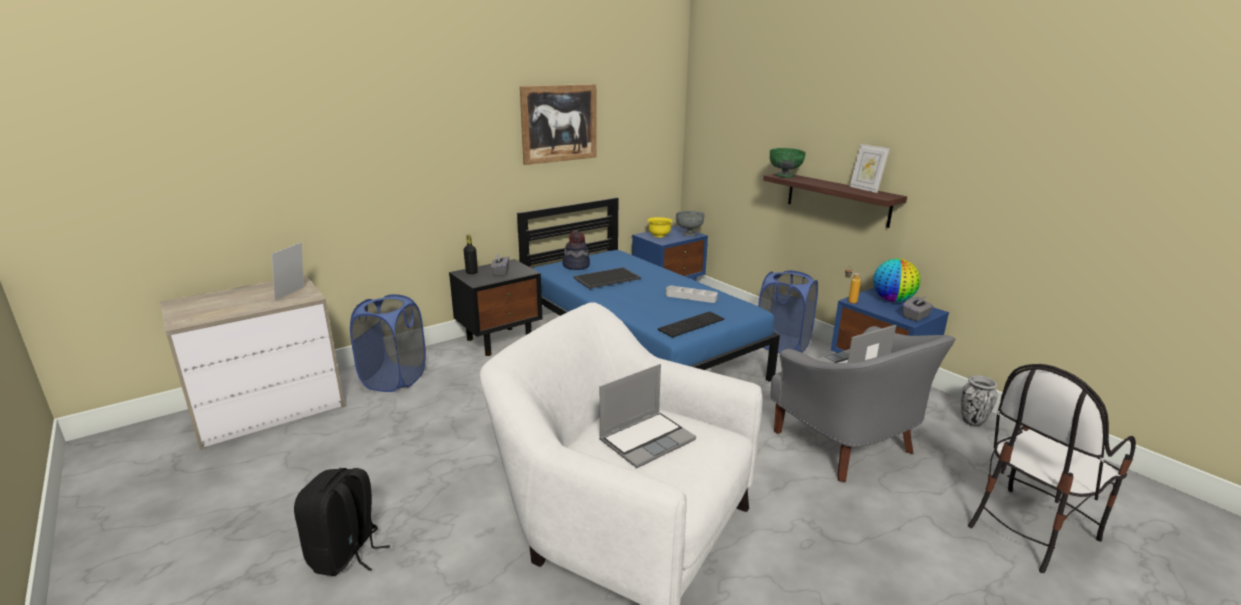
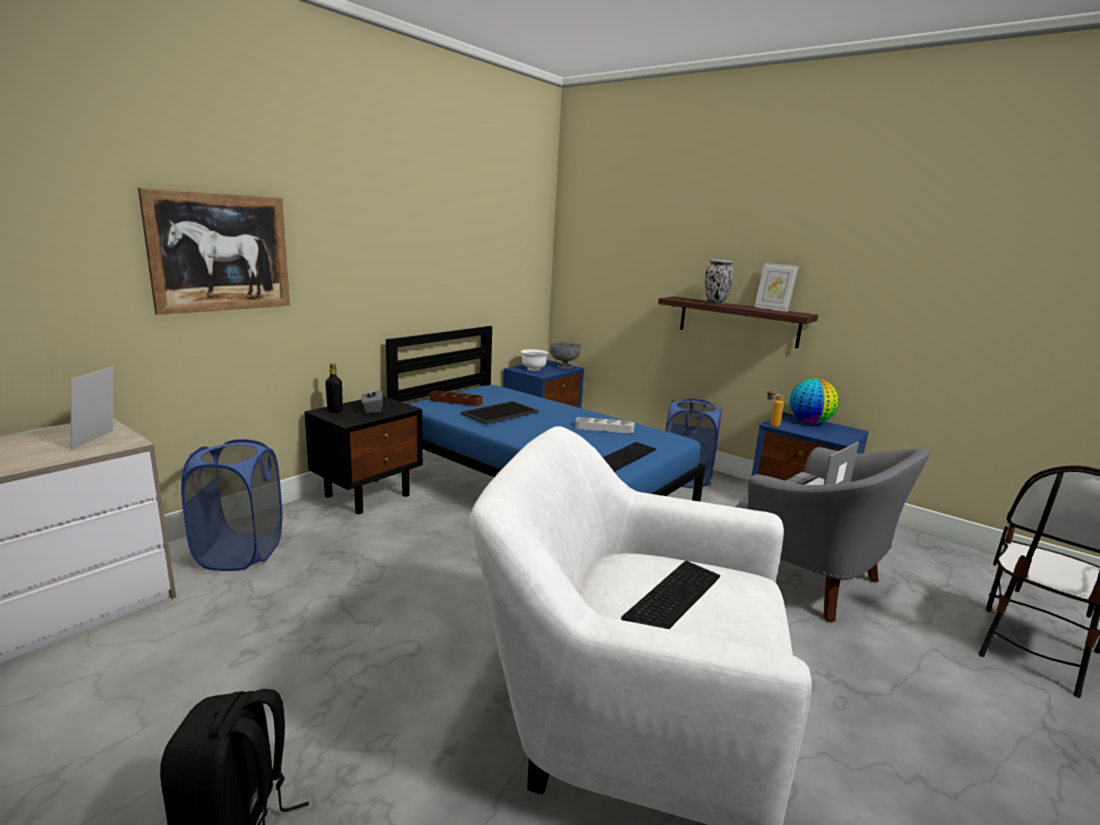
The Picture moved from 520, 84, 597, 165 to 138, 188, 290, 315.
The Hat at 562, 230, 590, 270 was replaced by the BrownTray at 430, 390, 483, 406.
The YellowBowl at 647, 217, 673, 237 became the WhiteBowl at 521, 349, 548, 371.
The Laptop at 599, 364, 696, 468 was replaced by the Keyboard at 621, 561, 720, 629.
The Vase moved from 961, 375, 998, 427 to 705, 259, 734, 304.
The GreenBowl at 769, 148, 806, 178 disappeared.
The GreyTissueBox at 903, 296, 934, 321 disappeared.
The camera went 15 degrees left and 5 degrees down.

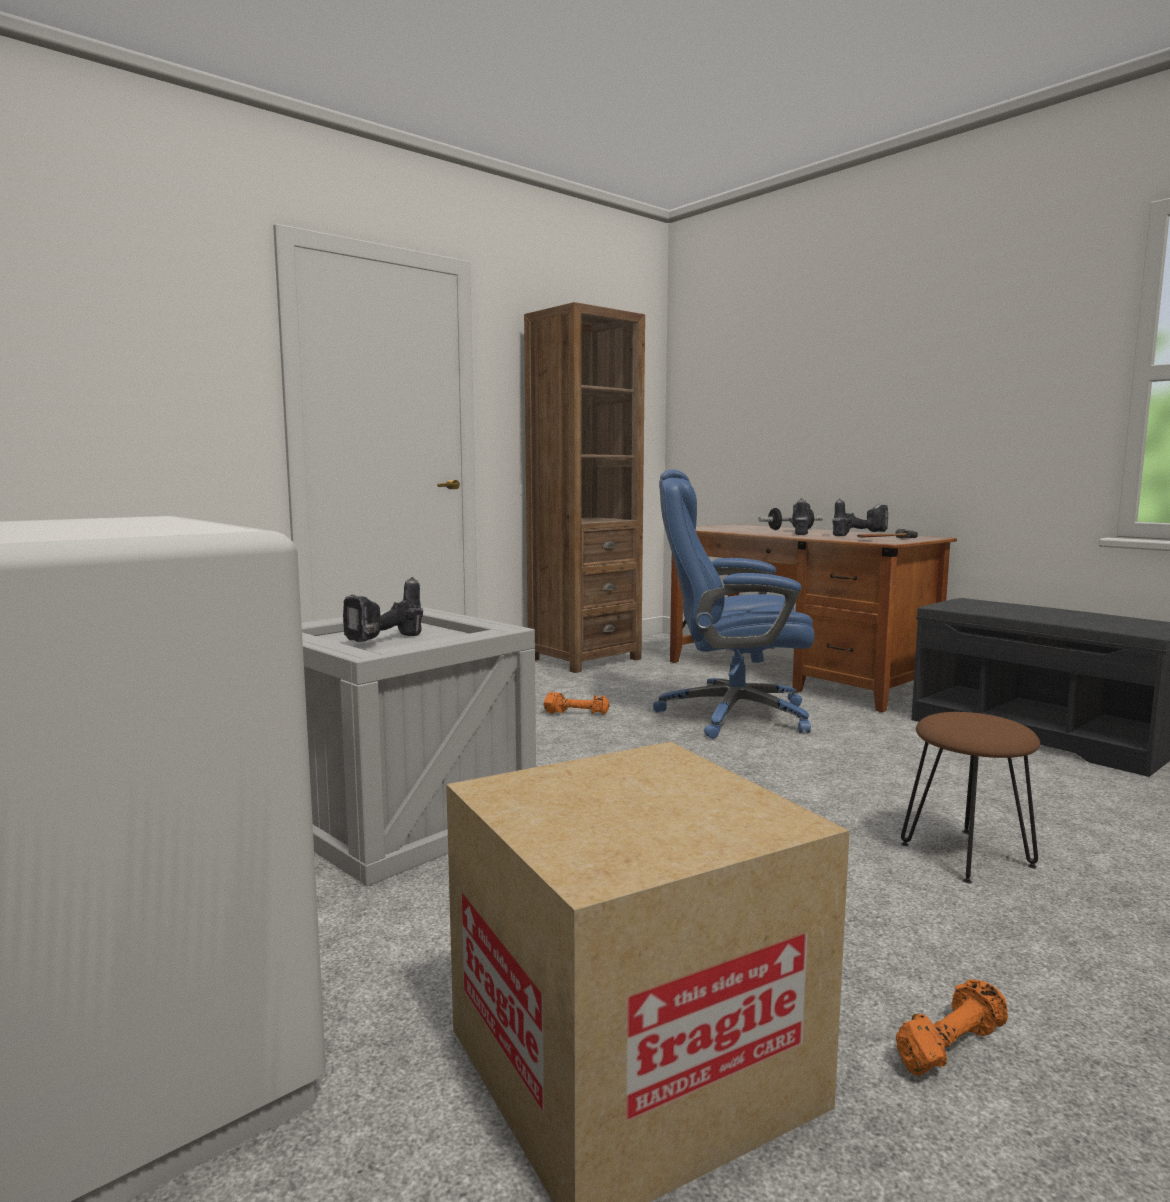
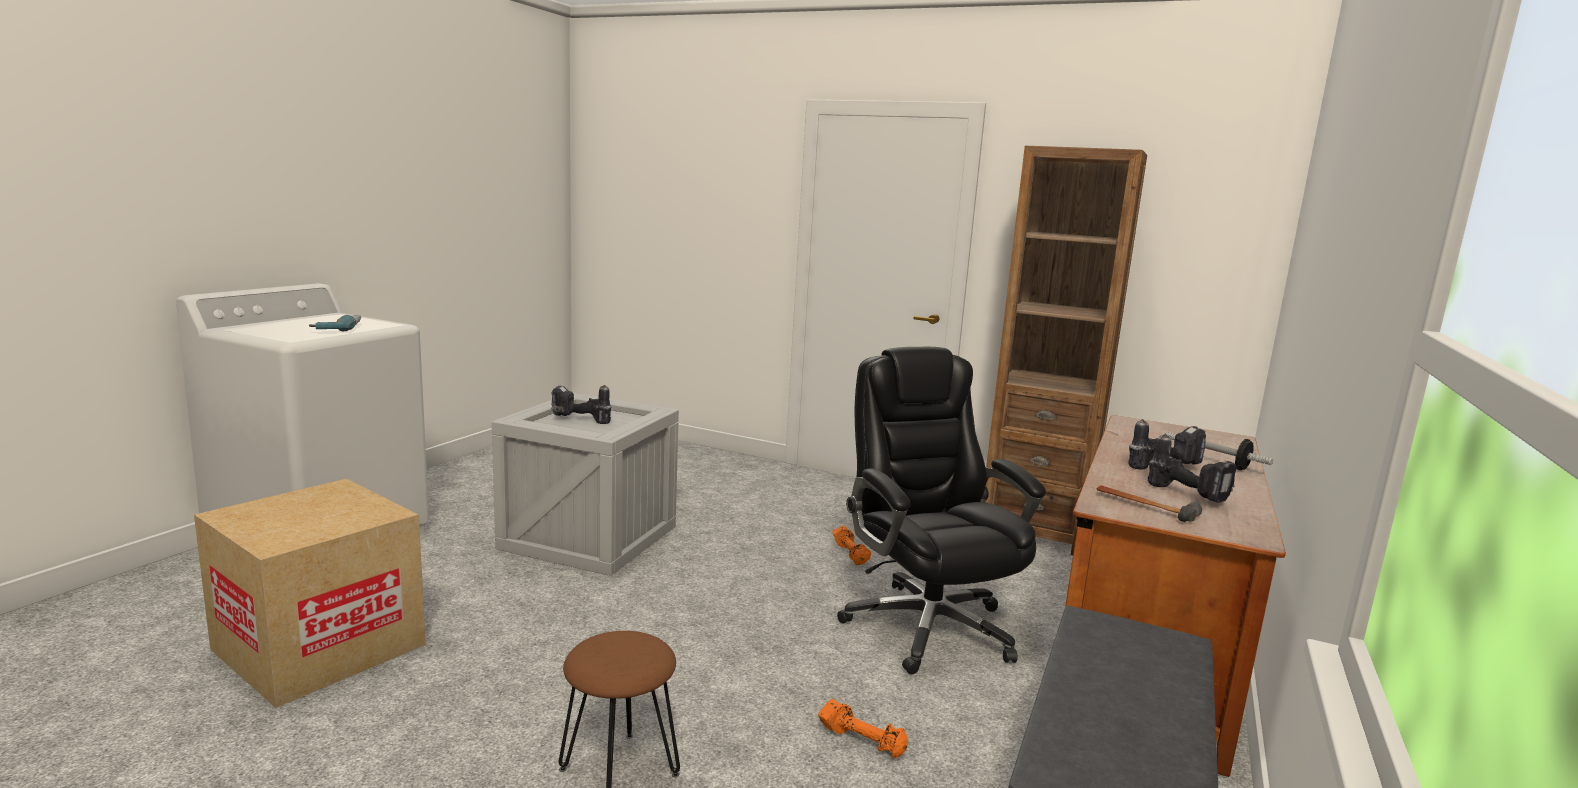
The PowerDrill at 309, 315, 361, 331 appeared.
The OrangeDumbbell moved from 896, 979, 1008, 1076 to 818, 699, 908, 758.
The BlueOfficeChair at 653, 469, 815, 739 became the BlackOfficeChair at 837, 347, 1046, 674.
The camera went 65 degrees right and 5 degrees up.

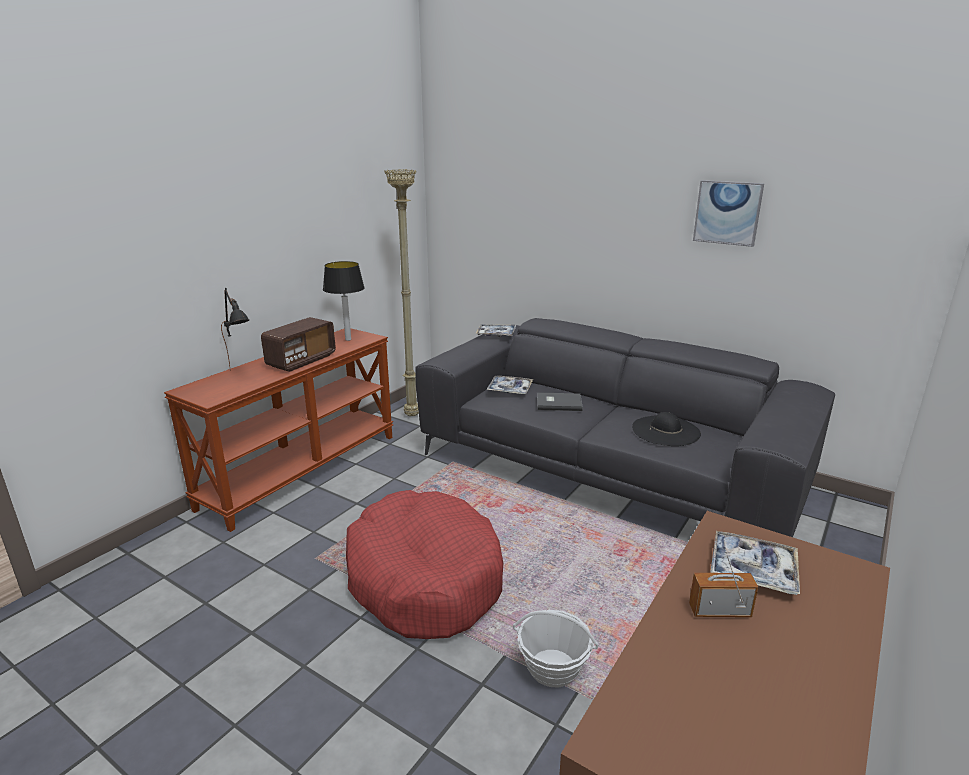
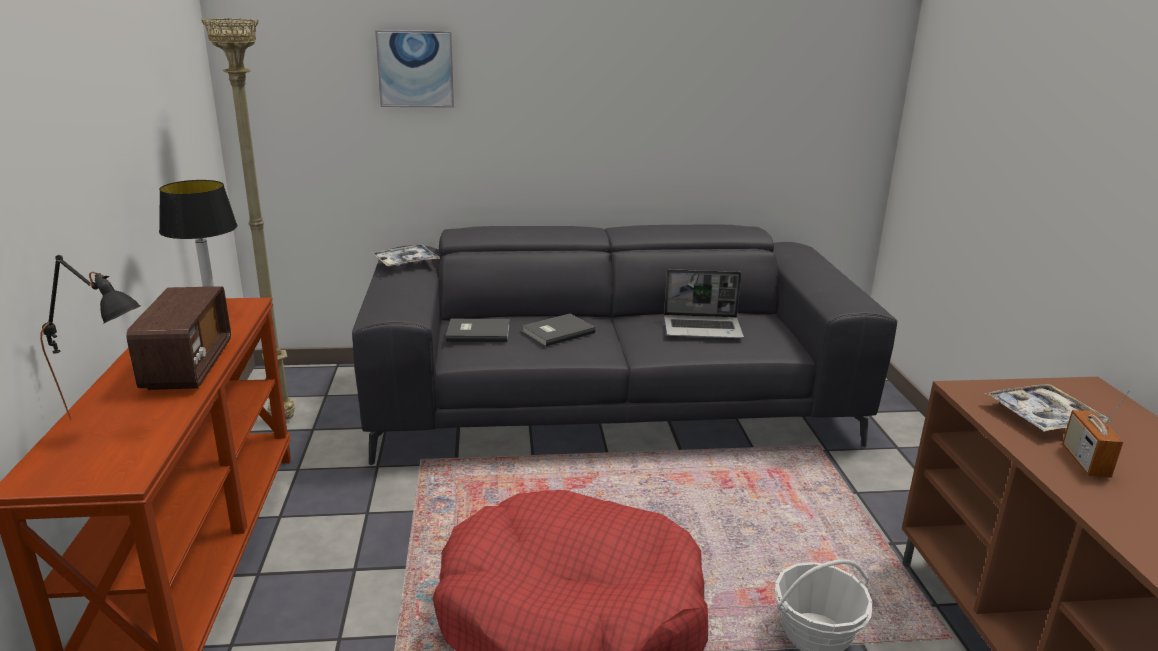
The Picture moved from 693, 180, 764, 247 to 375, 30, 454, 108.
The Tray at 486, 376, 533, 394 was replaced by the GreyBook at 446, 318, 510, 342.
The BlackHat at 632, 412, 701, 446 was replaced by the Laptop at 664, 269, 744, 339.
The Radio at 689, 551, 758, 617 turned 45 degrees counterclockwise.
The camera went 40 degrees left and 0 degrees up.

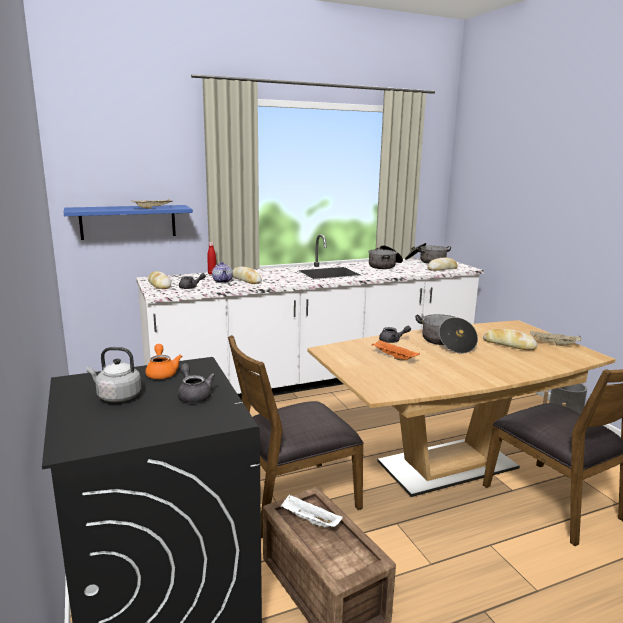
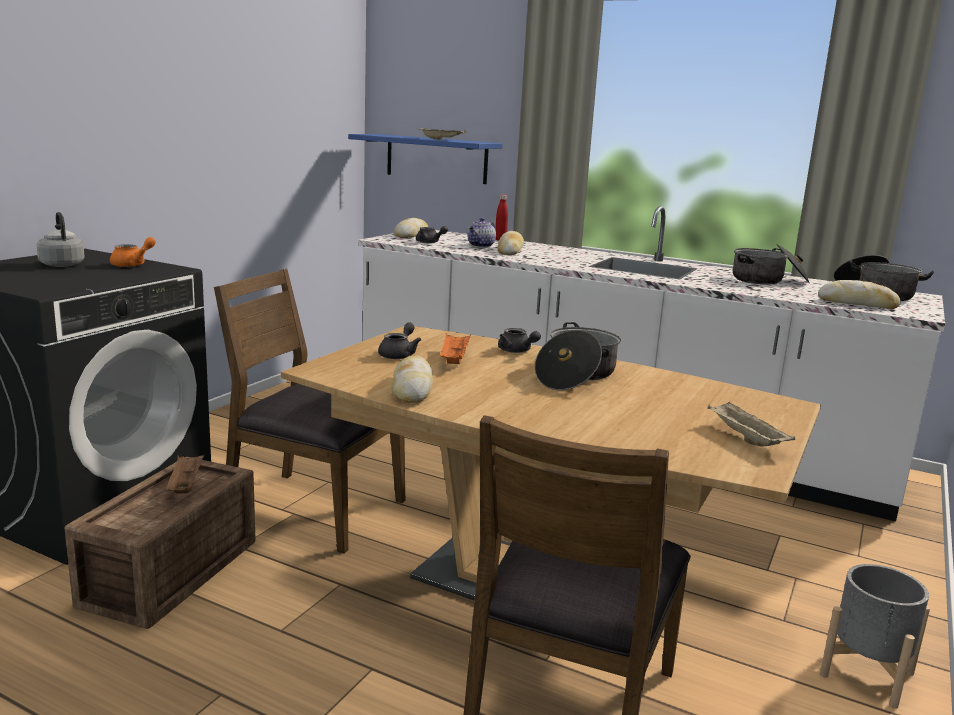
The WhiteTray at 280, 494, 343, 528 became the BrownTray at 166, 455, 204, 494.
The GreyTeapot moved from 178, 363, 215, 403 to 378, 322, 421, 359.
The Bread moved from 483, 329, 537, 350 to 391, 355, 433, 403.
The camera went 50 degrees right and 0 degrees up.

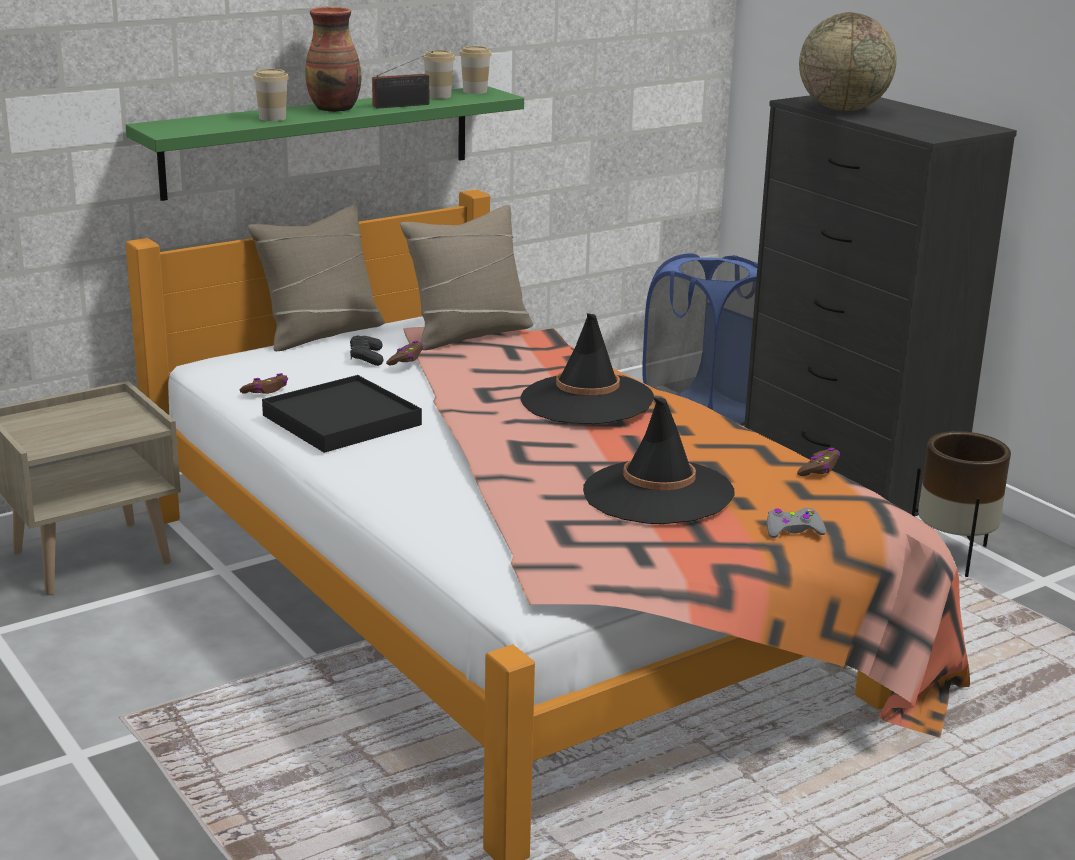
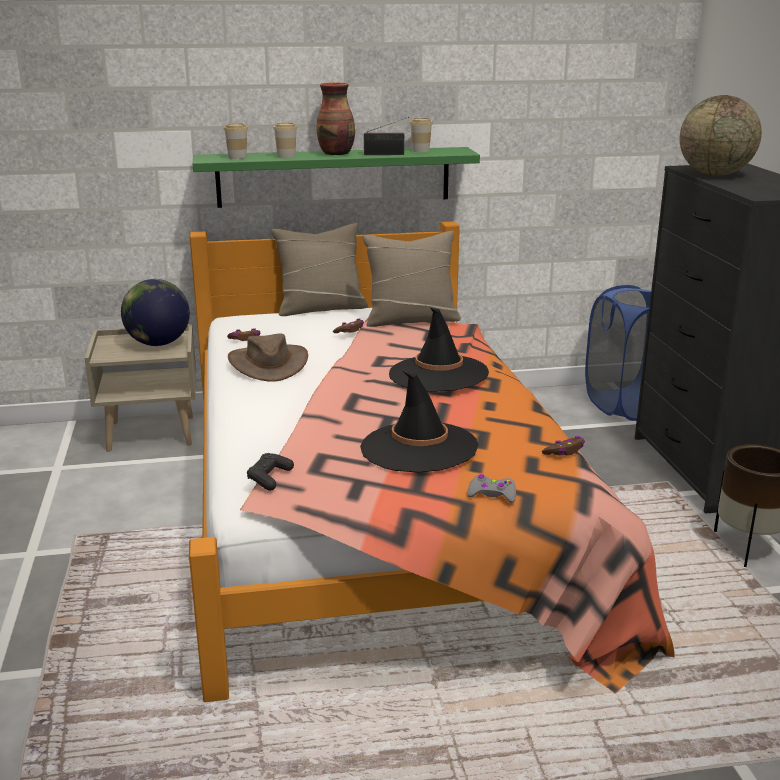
The Globe at 121, 279, 190, 346 appeared.
The Cup moved from 459, 46, 492, 94 to 224, 123, 248, 159.
The BlackTray at 262, 375, 422, 453 was replaced by the BrownHat at 228, 333, 308, 382.
The BlackGameController moved from 350, 335, 384, 366 to 247, 453, 294, 491.
The camera went 25 degrees right and 0 degrees up.

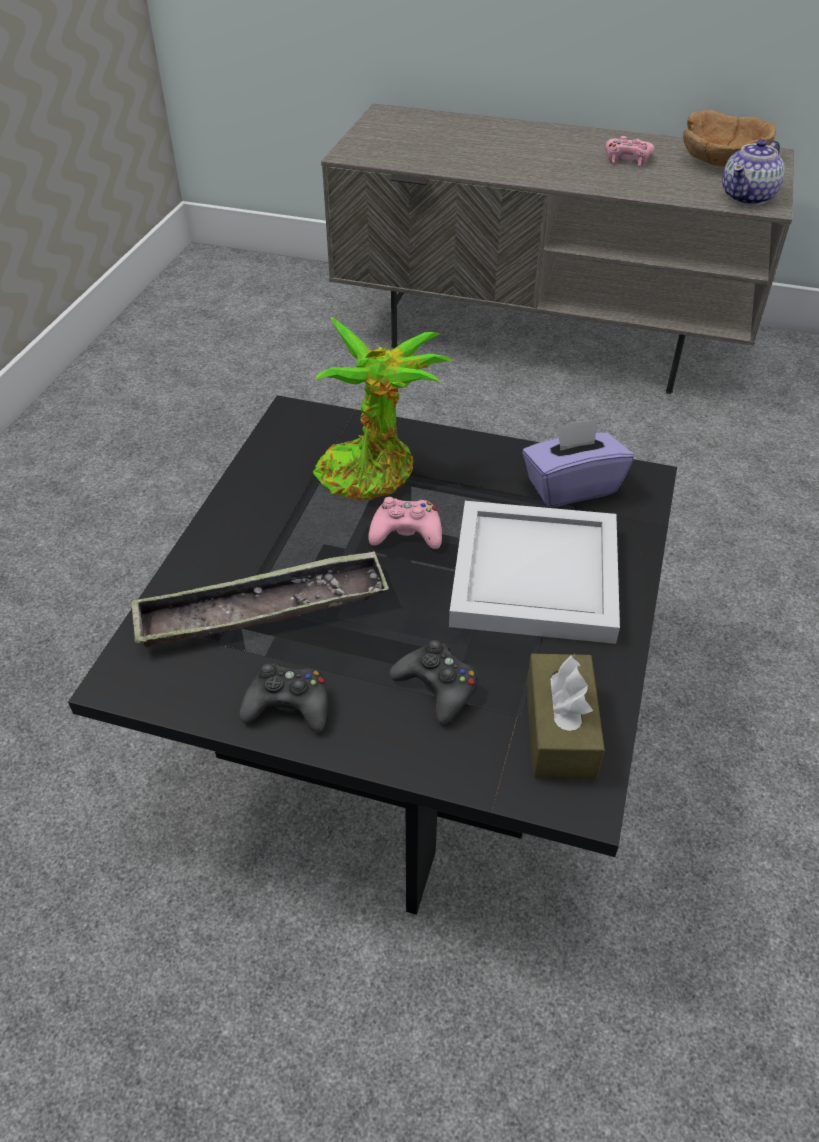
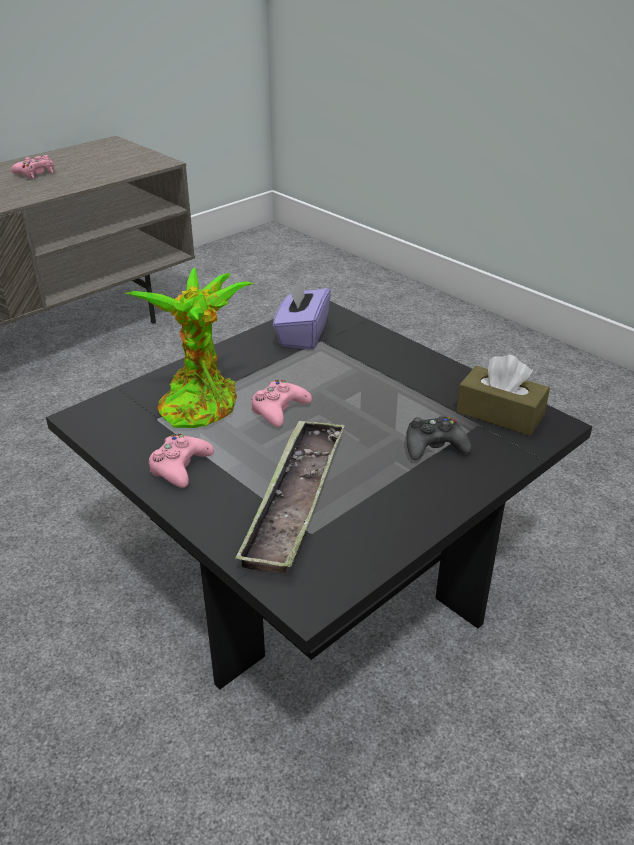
The PinkGameController at 149, 434, 214, 488 appeared.
The BlackGameController at 239, 663, 328, 732 disappeared.
The WhiteTray at 449, 501, 620, 644 disappeared.
The BrownBowl at 683, 110, 776, 166 disappeared.
The Teapot at 722, 139, 785, 205 disappeared.
The camera went 60 degrees left and 10 degrees down.

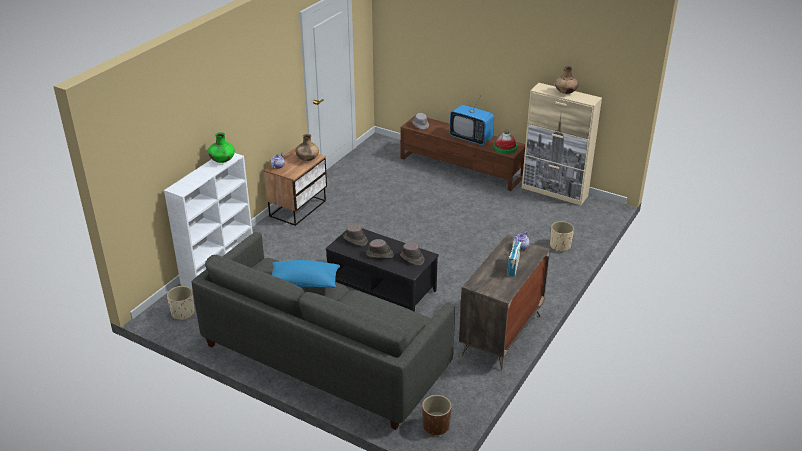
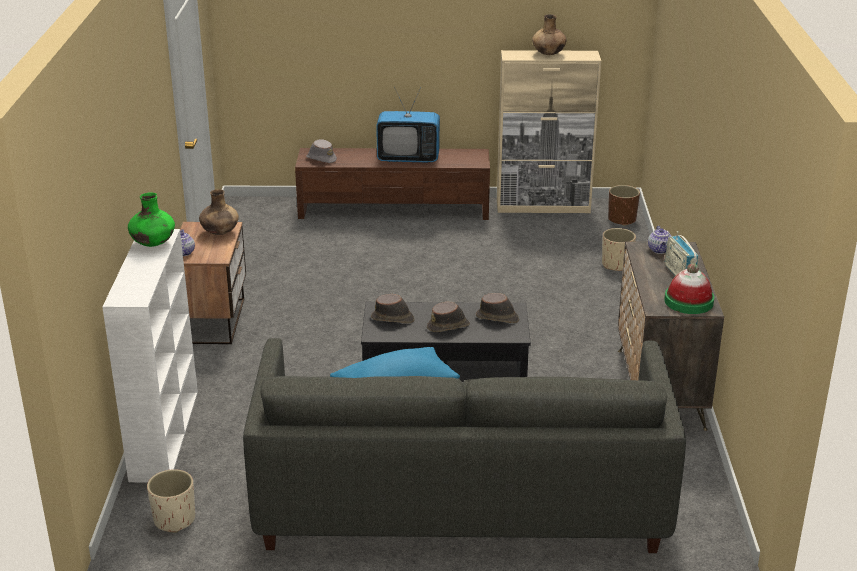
The BrownPlanter moved from 422, 395, 452, 435 to 608, 185, 640, 226.
The Hat moved from 493, 129, 517, 154 to 664, 263, 714, 314.
The camera went 30 degrees left and 5 degrees down.

